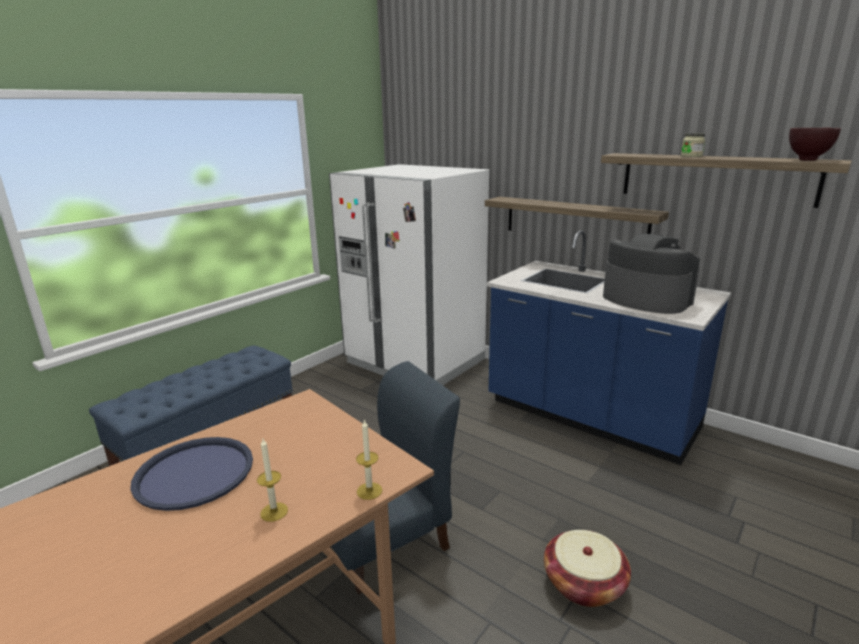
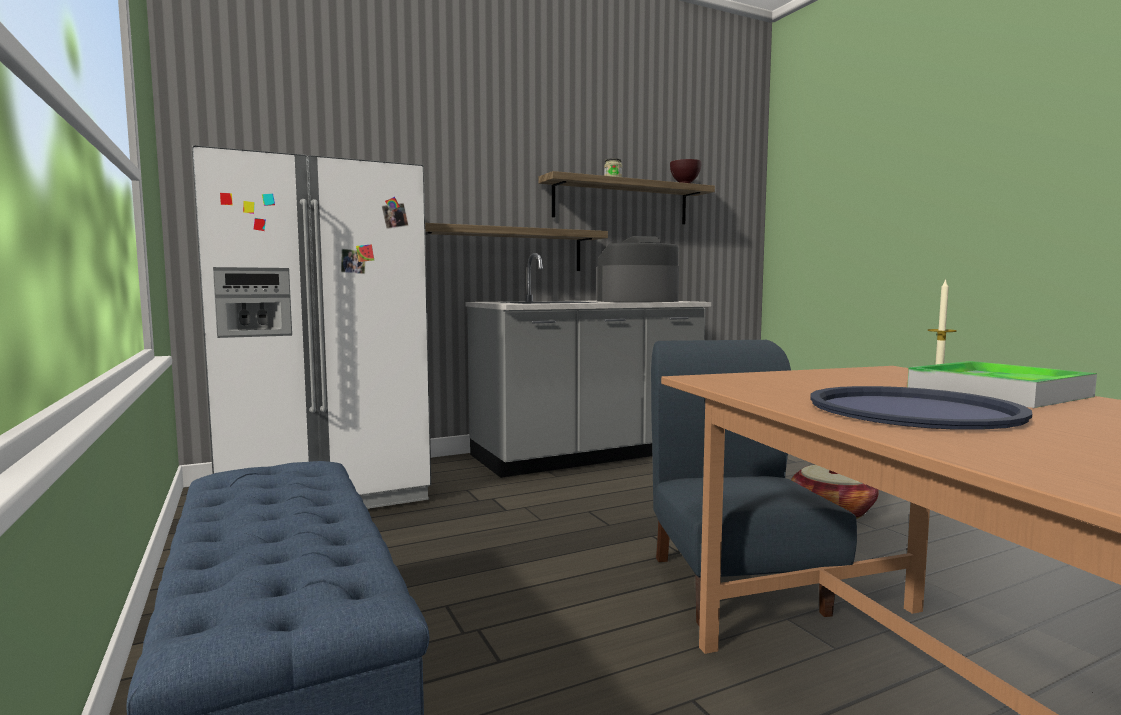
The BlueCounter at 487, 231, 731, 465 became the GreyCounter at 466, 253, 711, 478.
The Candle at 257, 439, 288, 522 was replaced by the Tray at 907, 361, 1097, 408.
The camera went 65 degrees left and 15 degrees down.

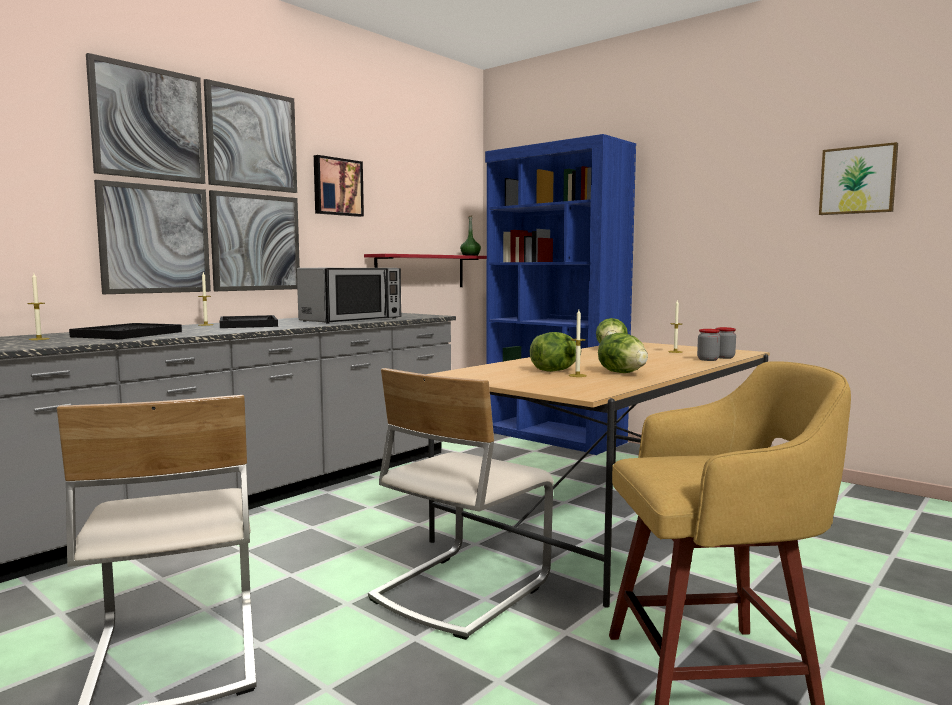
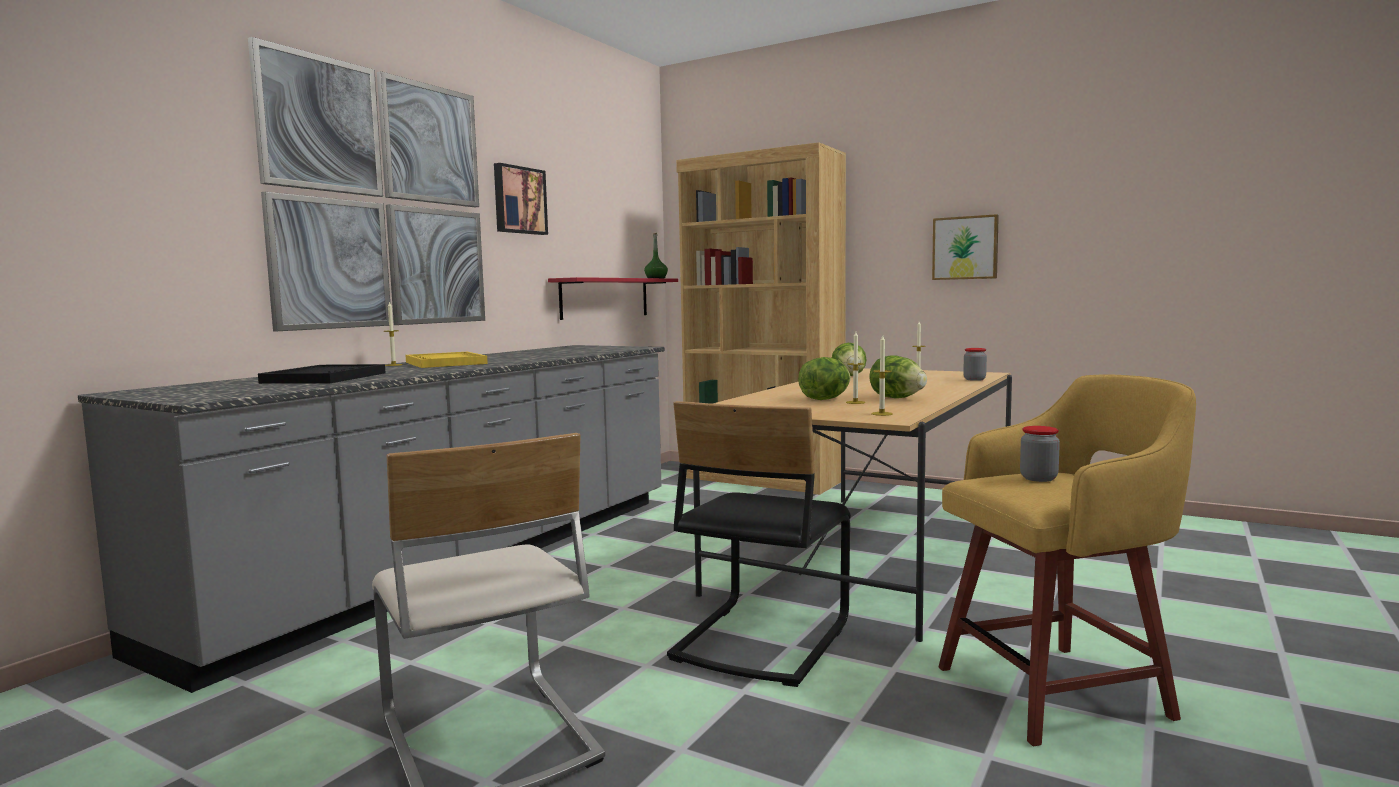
The BlackTray at 220, 315, 278, 328 became the YellowTray at 406, 352, 488, 368.
The BeigeChair at 368, 368, 554, 640 became the BlackChair at 667, 401, 851, 687.
The BlueBookcase at 485, 134, 636, 455 became the BrownBookcase at 676, 142, 846, 495.
The Candle moved from 27, 273, 50, 340 to 871, 334, 893, 416.
The Picture moved from 819, 142, 898, 215 to 932, 214, 999, 280.
The Jar moved from 697, 329, 720, 361 to 1020, 426, 1060, 482.
The Microwave at 297, 268, 401, 323 disappeared.
The camera went 10 degrees left and 0 degrees up.

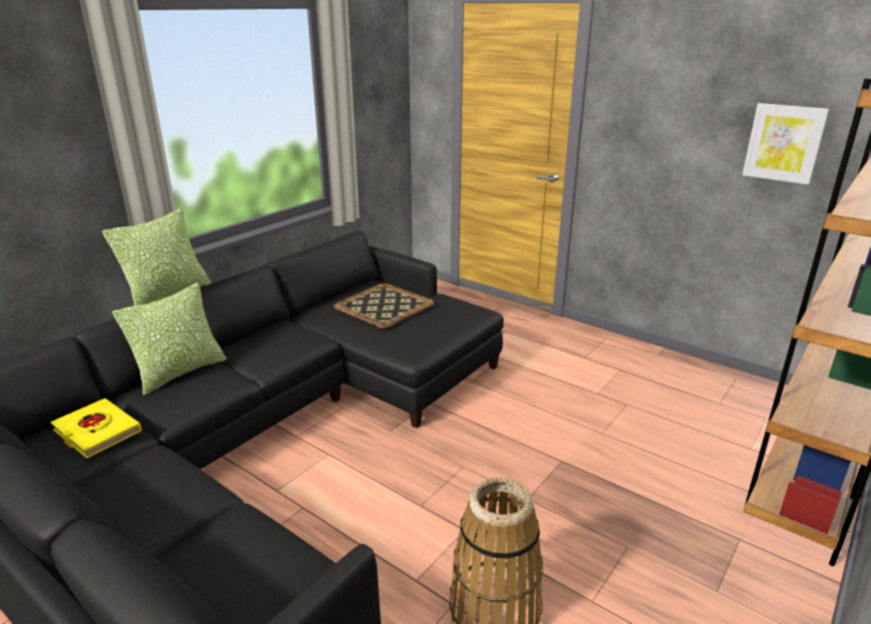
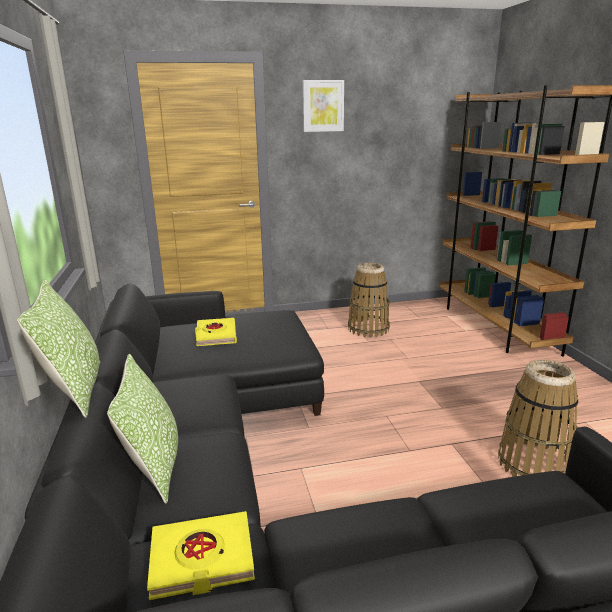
The Tray at 334, 283, 434, 329 was replaced by the YellowBook at 195, 318, 237, 346.
The Picture moved from 742, 103, 829, 185 to 303, 80, 344, 132.
The Basket at 348, 263, 390, 338 appeared.
The camera went 50 degrees left and 5 degrees down.

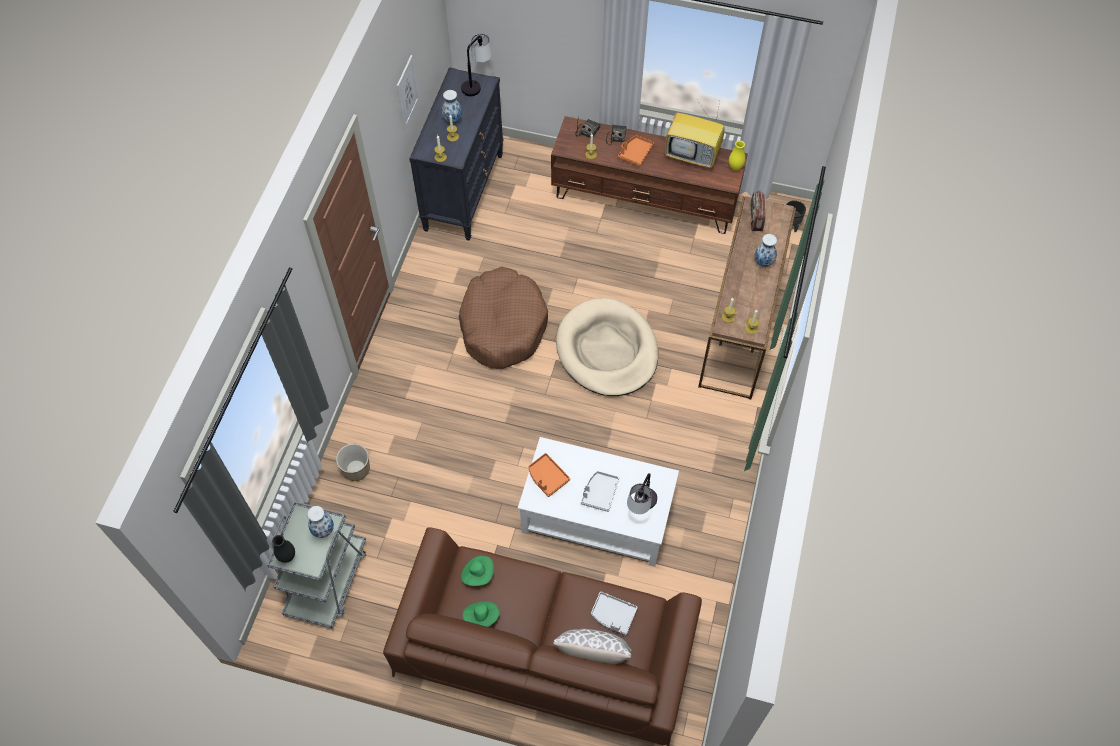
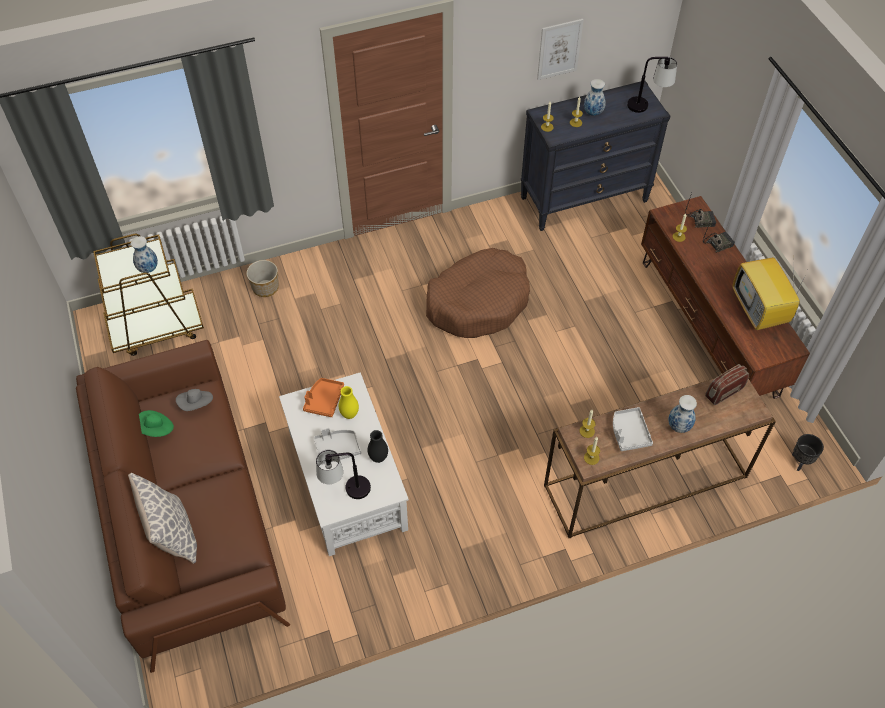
The GreyCart at 267, 501, 366, 628 became the BrownCart at 93, 234, 204, 356.
The GreenHat at 461, 556, 494, 586 became the GreyHat at 176, 389, 213, 411.
The YellowVase moved from 729, 141, 745, 171 to 339, 386, 359, 419.
The BlackVase moved from 272, 535, 295, 563 to 367, 430, 388, 463.
The GreyTray moved from 591, 592, 638, 635 to 613, 407, 653, 451.
The BeigeDogBed at 556, 298, 658, 396 disappeared.
The OrangeTray at 618, 135, 654, 166 disappeared.
The camera went 55 degrees right and 5 degrees down.

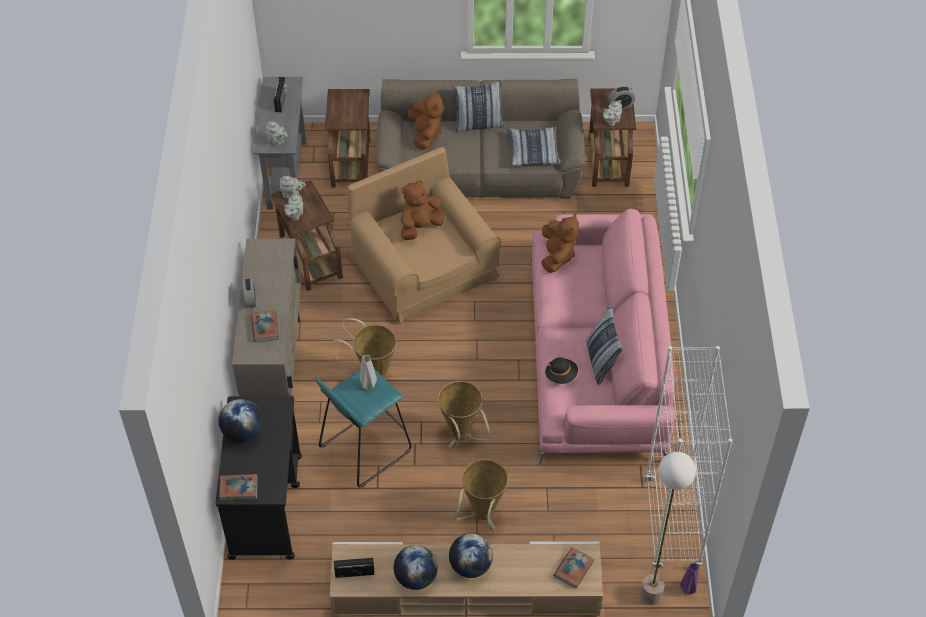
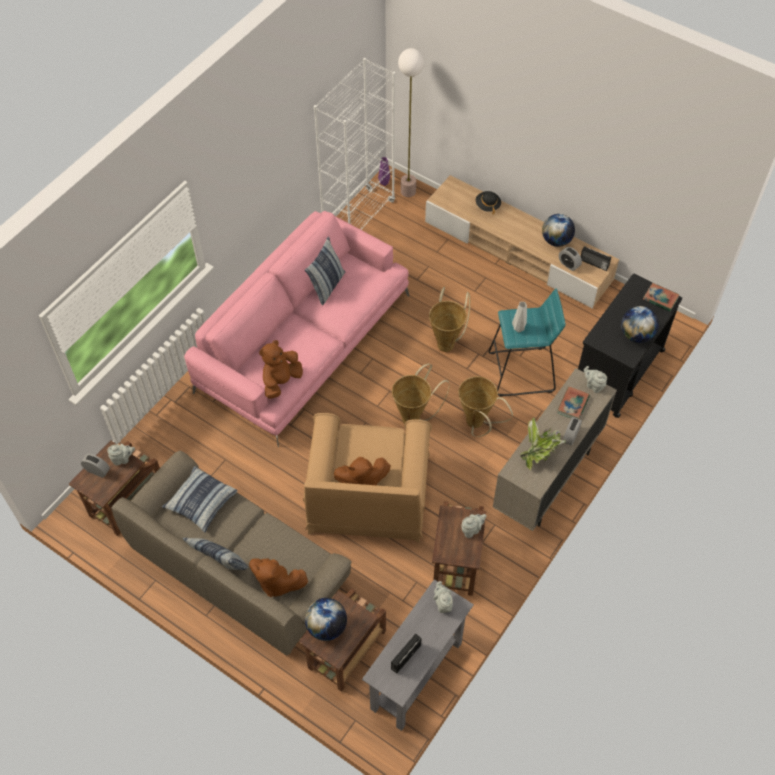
The BrownPlushToy at 408, 91, 443, 150 turned 90 degrees counterclockwise.
The Globe moved from 449, 534, 493, 578 to 305, 598, 347, 641.
The Basket moved from 455, 459, 508, 531 to 392, 364, 449, 424.
The BlackHat moved from 545, 357, 578, 384 to 476, 191, 501, 215.
The PottedPlant at 520, 418, 566, 470 appeared.
The AlarmClock at 559, 247, 582, 271 appeared.
The GreyTeapot moved from 280, 176, 306, 198 to 584, 366, 607, 393.
The Book at 553, 547, 595, 589 disappeared.
The camera went 145 degrees left and 5 degrees up.

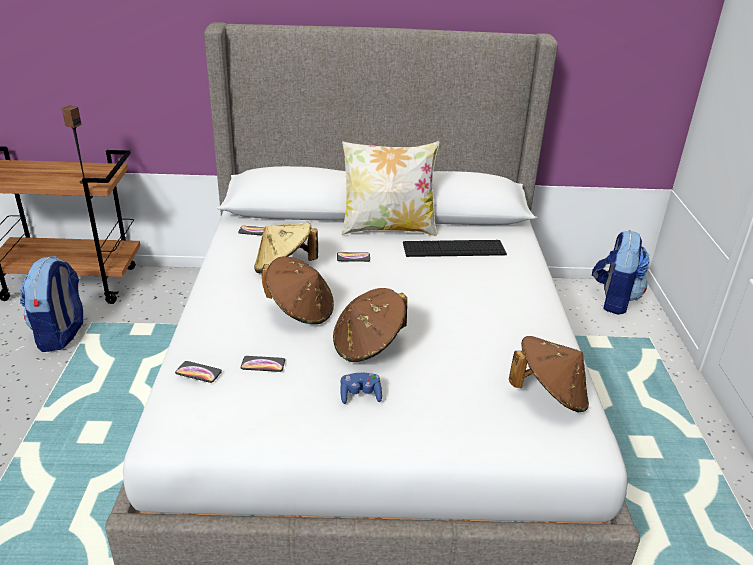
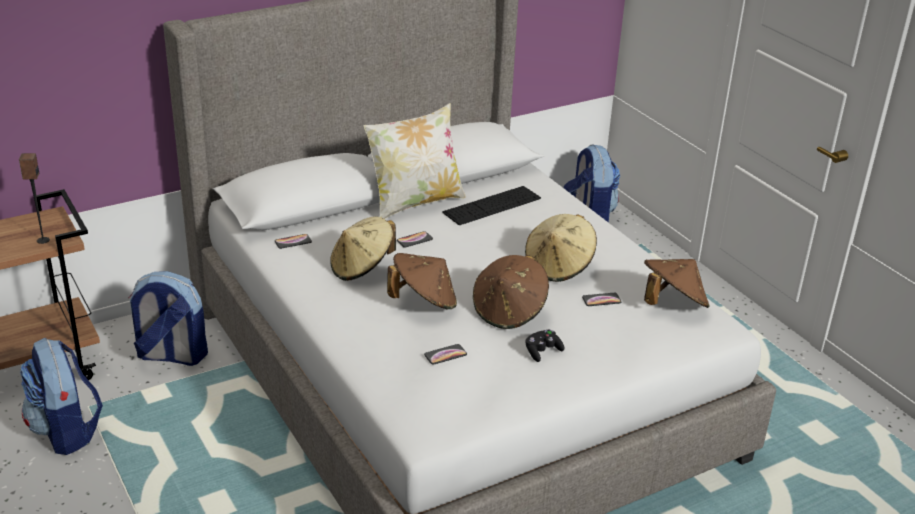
The Backpack at 129, 271, 208, 366 appeared.
The BeigeHat at 525, 214, 597, 282 appeared.
The BlueGameController at 341, 373, 382, 404 became the BlackGameController at 526, 330, 564, 362.
The Phone moved from 175, 361, 222, 383 to 582, 293, 621, 306.
The camera went 30 degrees left and 0 degrees up.

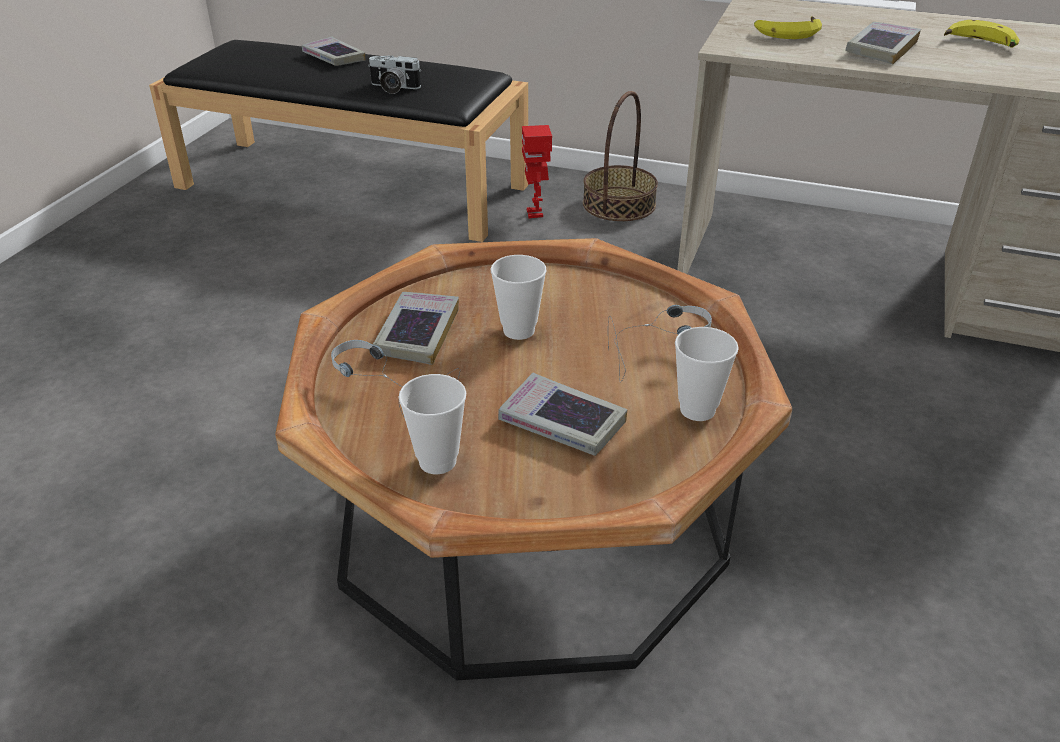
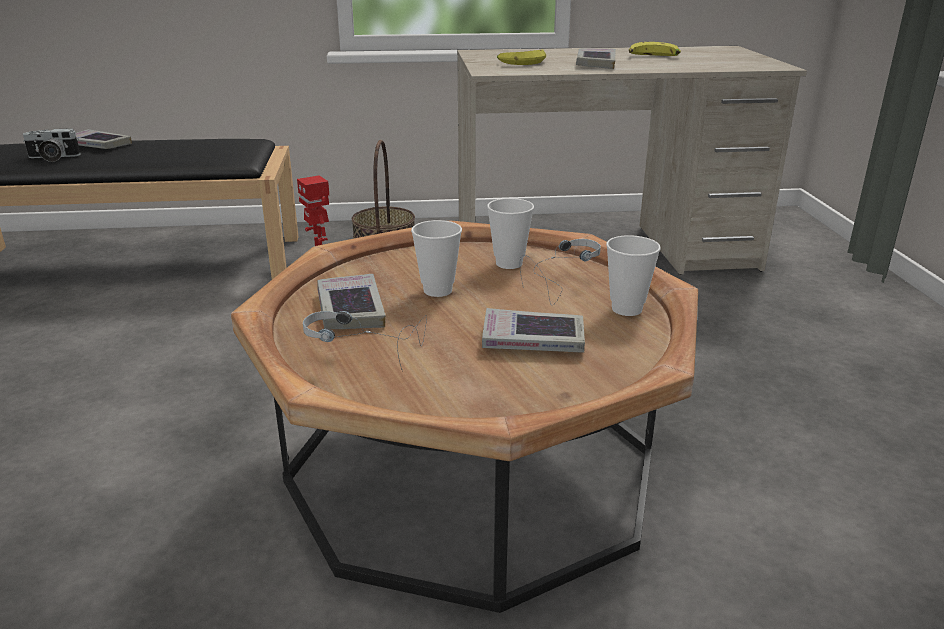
The PhotoCamera moved from 368, 55, 421, 94 to 23, 128, 81, 162.
The Cup moved from 398, 374, 466, 474 to 487, 198, 534, 269.
The camera went 25 degrees left and 10 degrees down.

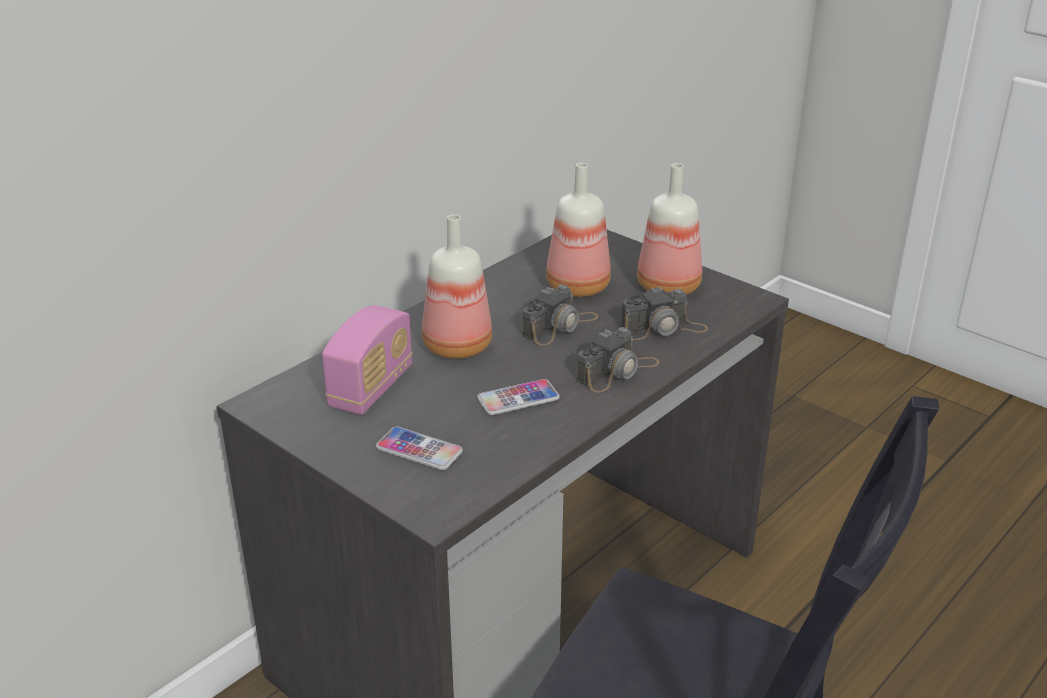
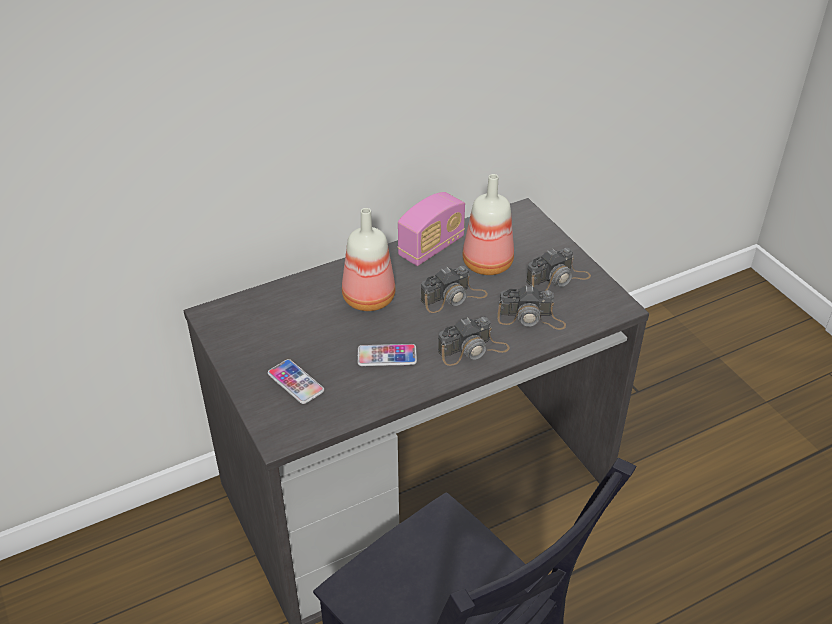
The Radio moved from 322, 305, 412, 415 to 398, 192, 465, 266.
The Bottle at 637, 163, 702, 295 was replaced by the PhotoCamera at 526, 248, 591, 291.
The camera went 20 degrees right and 10 degrees up.

